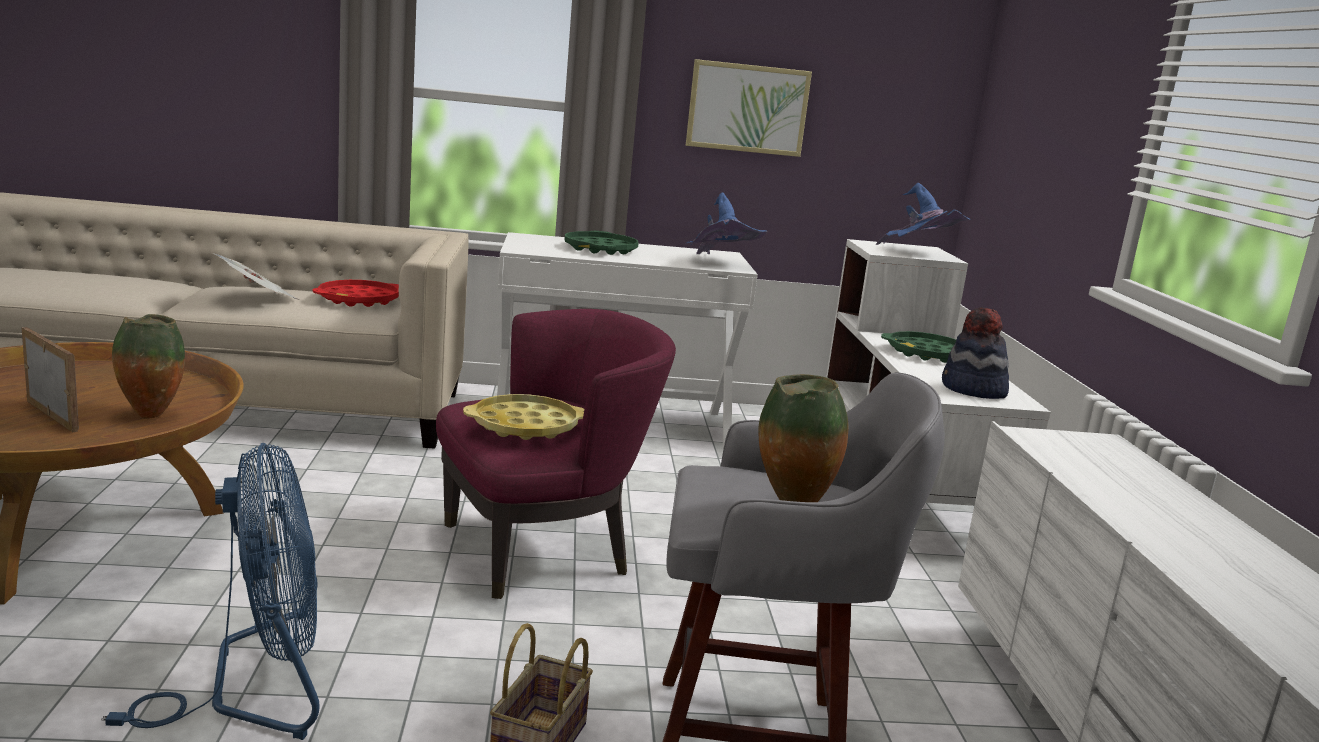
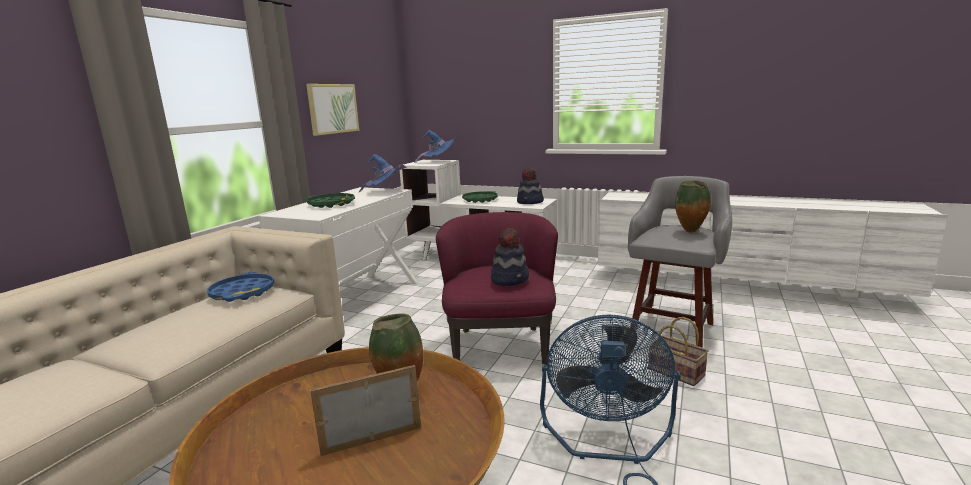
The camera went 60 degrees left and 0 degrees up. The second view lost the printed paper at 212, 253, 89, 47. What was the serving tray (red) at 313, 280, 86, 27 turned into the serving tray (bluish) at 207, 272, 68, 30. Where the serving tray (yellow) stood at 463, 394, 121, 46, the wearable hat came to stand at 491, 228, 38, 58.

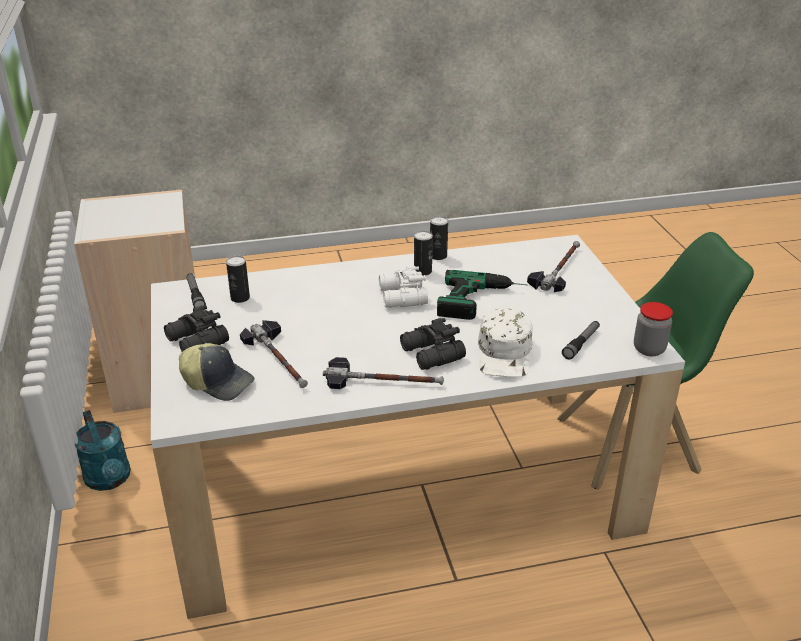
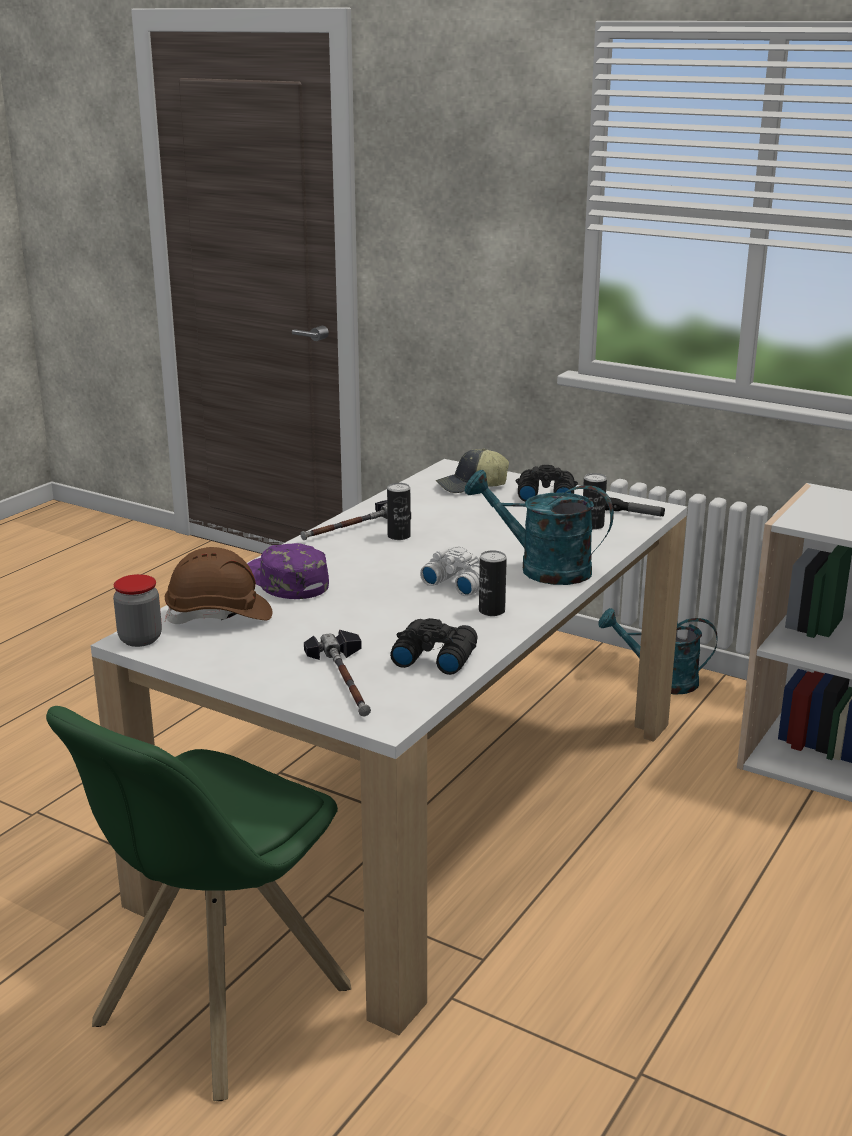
The camera went 135 degrees right and 10 degrees down. The can ended up elsewhere, having gone from 430, 216, 18, 44 to 387, 483, 24, 57. The second view lost the electric drill at 437, 270, 90, 50. What was the baseball cap (white-coloured) at 478, 308, 54, 69 turned into the baseball cap (purplish) at 247, 543, 82, 56. The pair of binoculars (black) ended up elsewhere, having gone from 400, 318, 66, 52 to 390, 618, 88, 57. The second view lost the hand hammer at 240, 320, 68, 68. Where the flashlight stood at 562, 321, 38, 39, the safety helmet (brown) came to stand at 165, 547, 107, 77. The second view gained the sprinkling can (blue-green) at 465, 470, 149, 115.

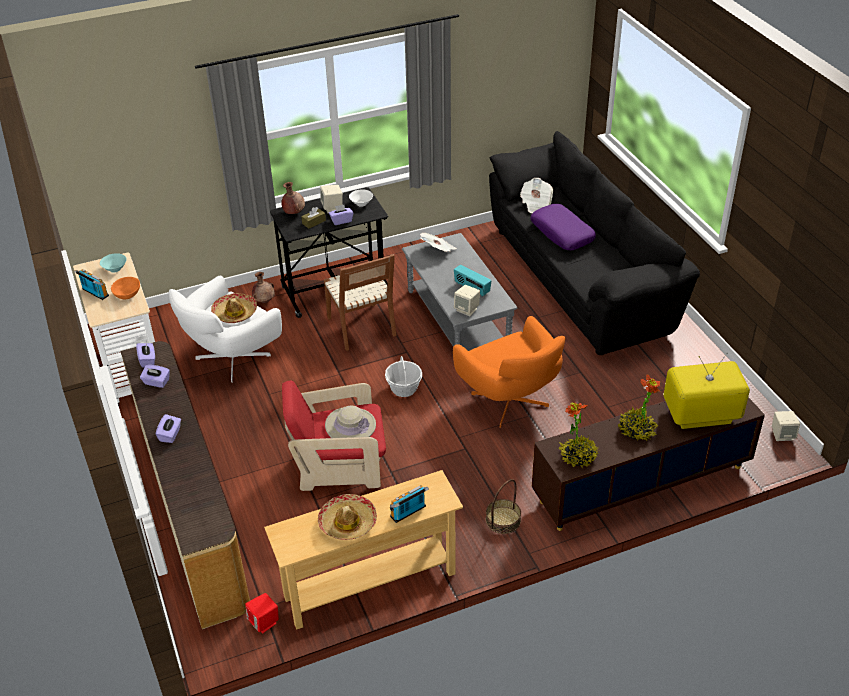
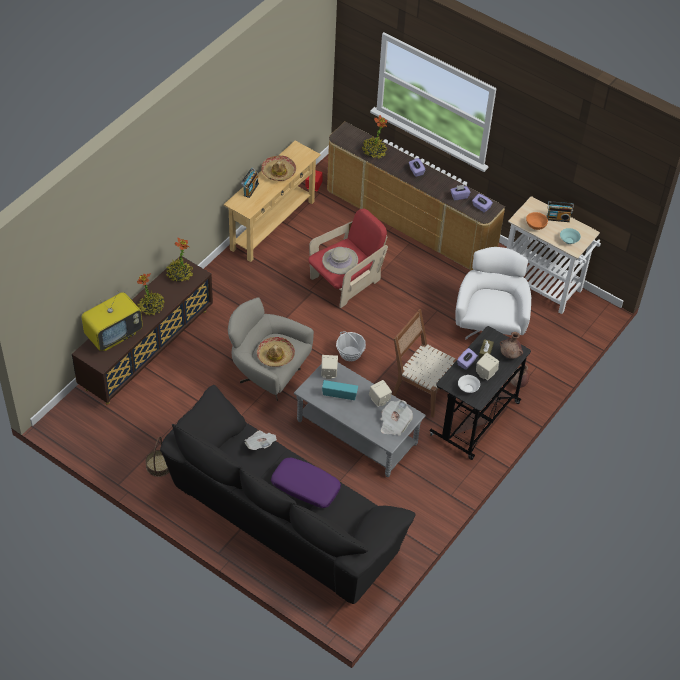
The camera went 145 degrees right and 10 degrees up. The printed paper ended up elsewhere, having gone from 520, 178, 34, 35 to 244, 430, 33, 20. The wearable hat ended up elsewhere, having gone from 211, 293, 46, 30 to 257, 337, 38, 30. What was the lounge chair (orange) at 453, 316, 113, 112 turned into the lounge chair (greyish) at 228, 297, 86, 104. The speaker (beige-coloured) ended up elsewhere, having gone from 772, 411, 28, 30 to 369, 380, 23, 27. The household basket ended up elsewhere, having gone from 486, 479, 35, 55 to 145, 437, 24, 40. The second view gained the potted plant at 362, 115, 26, 43.

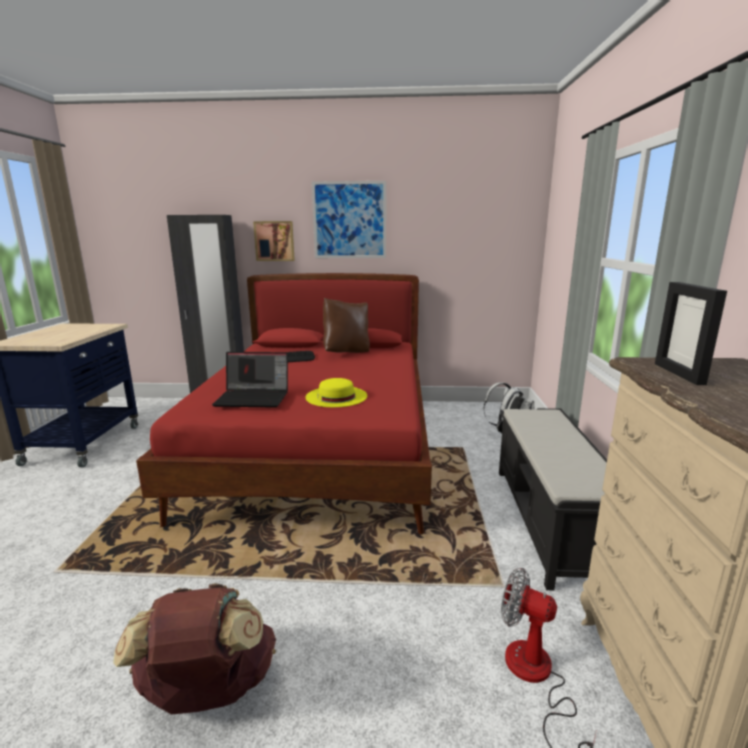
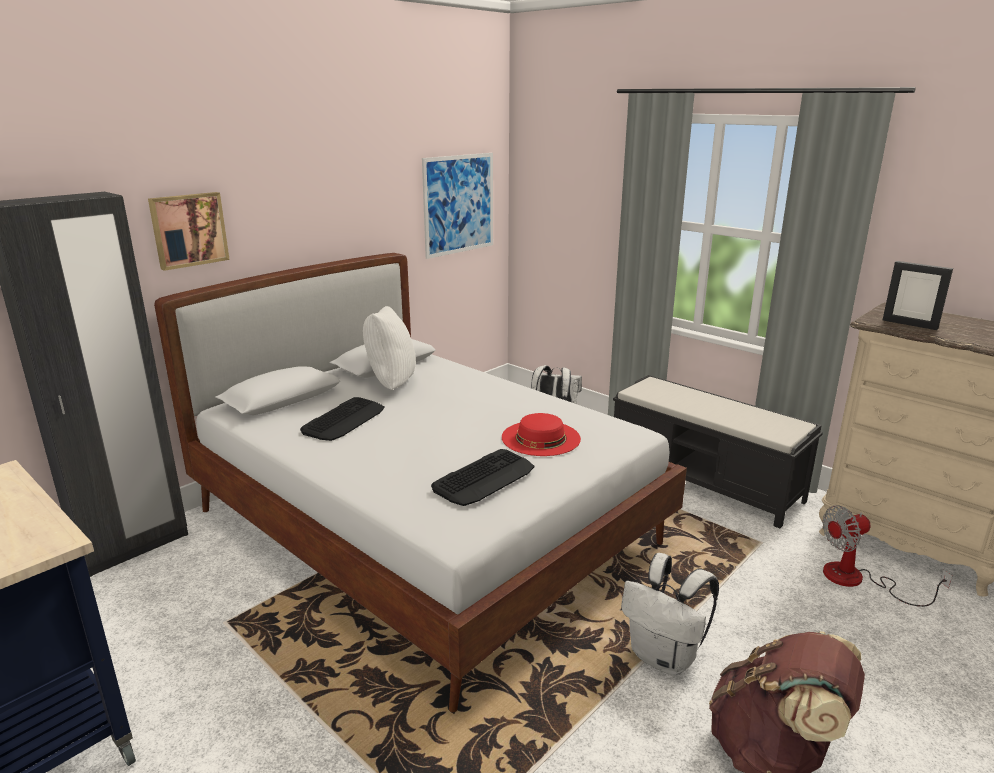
The camera went 50 degrees left and 5 degrees up. The wall picture ended up elsewhere, having gone from 312, 181, 74, 77 to 422, 153, 71, 106. What was the bed (red) at 136, 273, 296, 261 turned into the bed (white-coloured) at 154, 253, 533, 460. What was the throw pillow (brown) at 323, 298, 47, 55 turned into the throw pillow (white-coloured) at 363, 306, 53, 84. Where the laptop stood at 212, 352, 76, 56, the computer keyboard came to stand at 431, 449, 103, 57. What was the wearable hat (yellow) at 306, 378, 61, 29 turned into the wearable hat (red) at 502, 413, 79, 43. The second view gained the knapsack (white-coloured) at 621, 553, 98, 123.

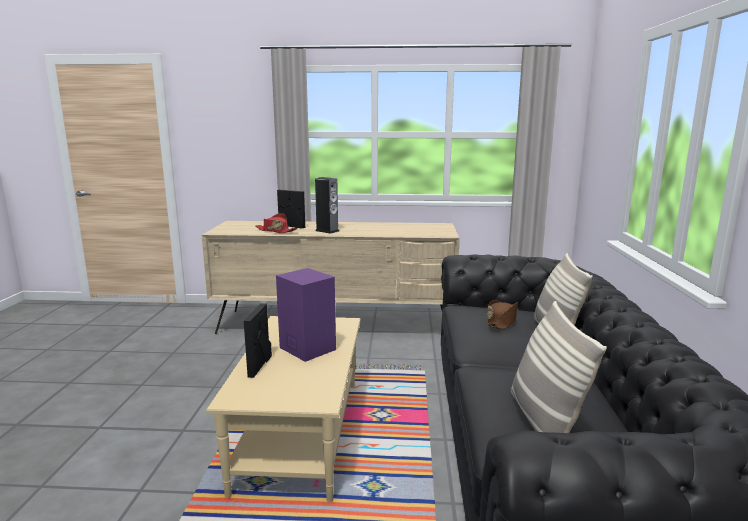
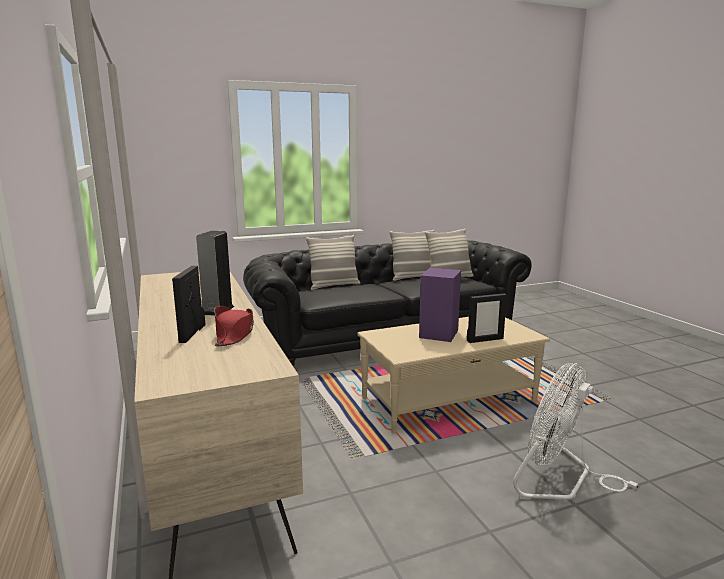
The camera went 115 degrees left and 0 degrees up. The second view lost the wearable hat (brown) at 487, 300, 31, 29. The second view gained the throw pillow at 389, 230, 45, 51. The second view gained the fan (white-coloured) at 513, 363, 127, 137.

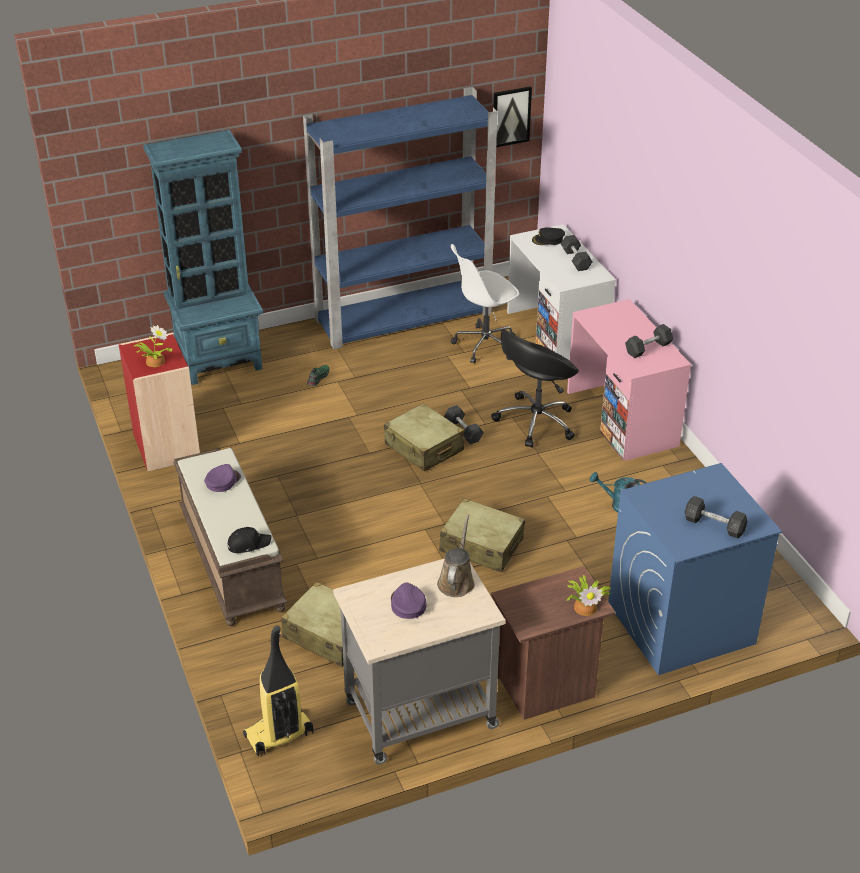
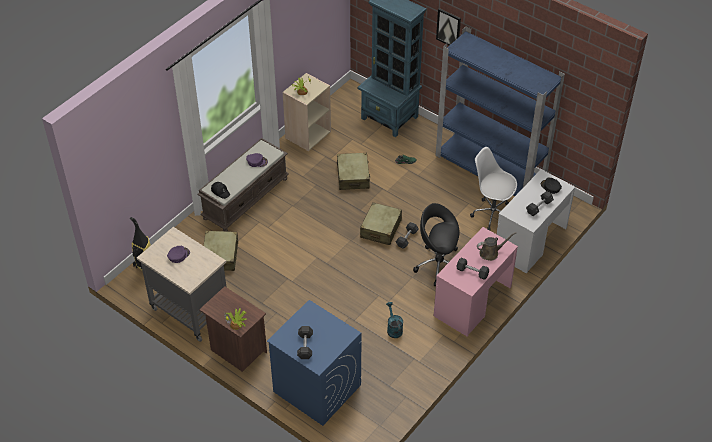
The camera went 60 degrees right and 10 degrees up. The wall picture ended up elsewhere, having gone from 493, 86, 39, 61 to 436, 8, 25, 38. What was the bookcase (red) at 119, 333, 81, 138 turned into the bookcase (beige-coloured) at 283, 73, 48, 78. The piece of luggage (beige-coloured) ended up elsewhere, having gone from 439, 498, 86, 75 to 337, 153, 33, 37. The sprinkling can (brown) ended up elsewhere, having gone from 437, 515, 38, 82 to 477, 232, 39, 29.

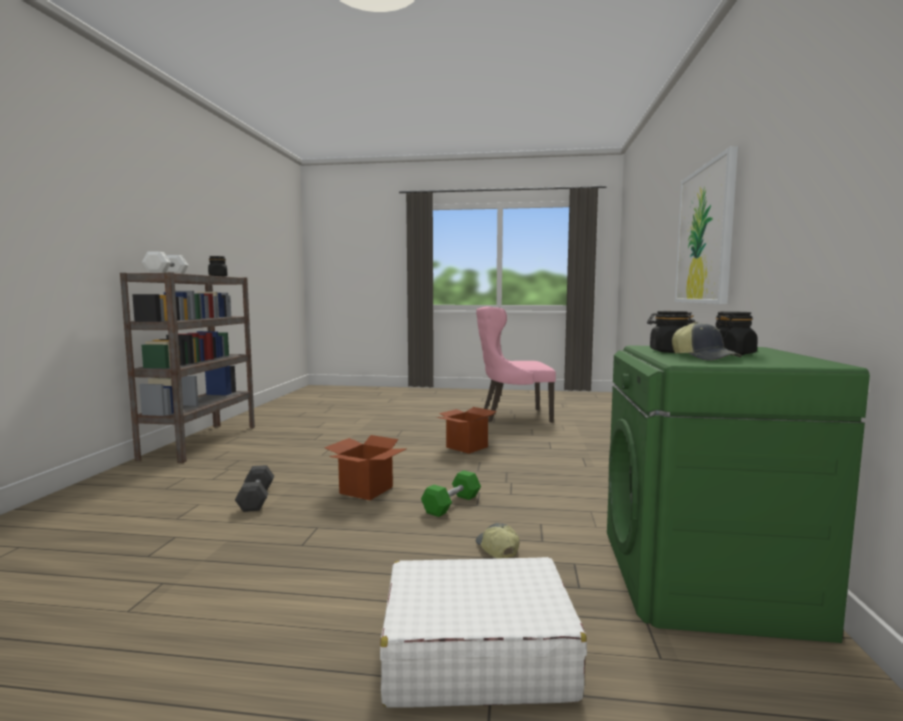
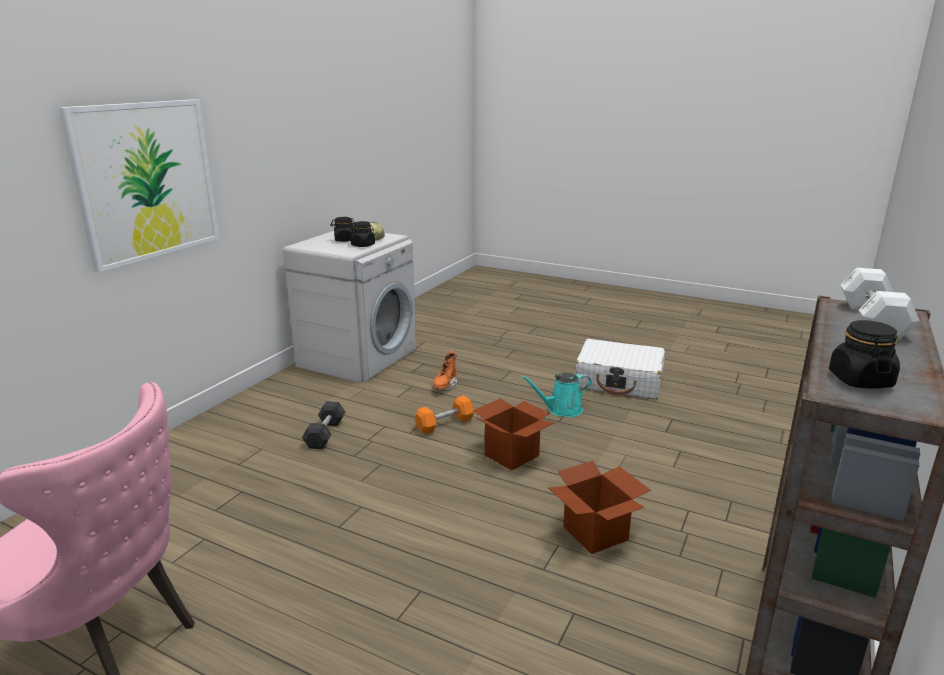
The camera went 160 degrees left and 15 degrees up. What was the laundry machine (greenish) at 607, 346, 263, 297 turned into the laundry machine (white-coloured) at 283, 231, 133, 151. The carton ended up elsewhere, having gone from 437, 407, 59, 47 to 548, 461, 102, 93. The hand weight (greyish) ended up elsewhere, having gone from 235, 465, 39, 47 to 302, 401, 44, 48. What was the hand weight (greenish) at 421, 470, 60, 47 turned into the hand weight (orange) at 415, 395, 59, 39. Where the baseball cap stood at 476, 523, 43, 36, the high-top boot (orange) came to stand at 432, 350, 25, 40. The piece of luggage (white-coloured) ended up elsewhere, having gone from 380, 557, 207, 151 to 575, 339, 90, 60. The second view gained the sprinkling can (blue-green) at 521, 372, 71, 45.

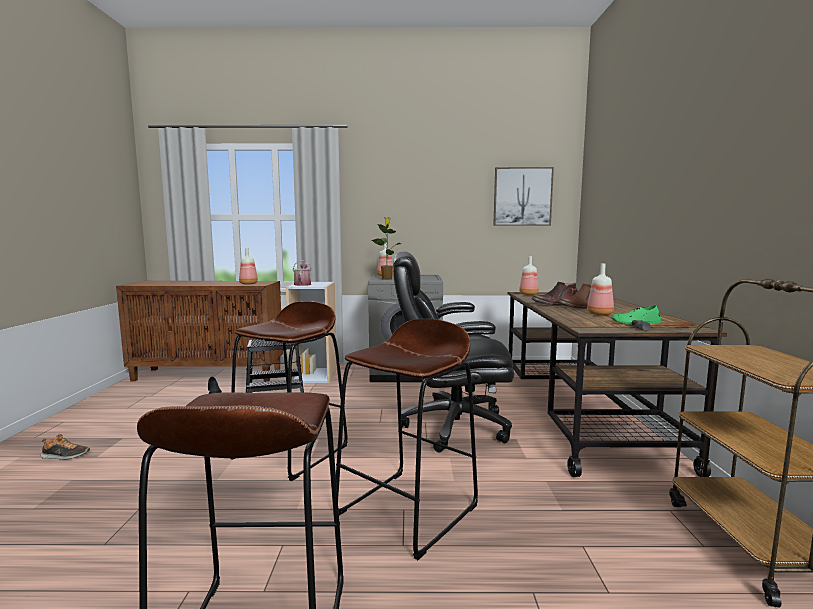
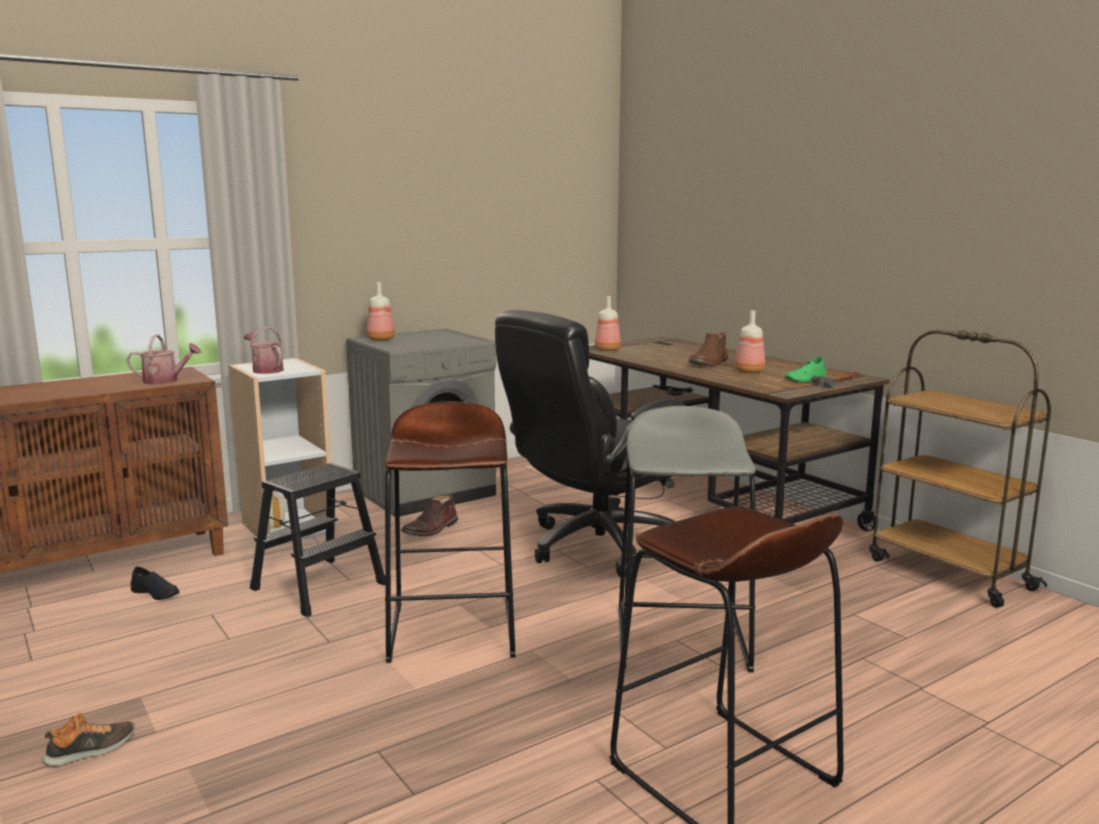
The camera went 35 degrees left and 5 degrees up. The second view lost the wall picture at 493, 167, 61, 59. The second view lost the potted plant at 372, 217, 29, 63. Where the beverage bottle stood at 239, 248, 19, 37, the sprinkling can came to stand at 126, 334, 75, 51. The high-top boot (brown) ended up elsewhere, having gone from 531, 282, 47, 24 to 401, 494, 57, 43. What was the sitting stool (brown) at 336, 319, 142, 241 turned into the sitting stool (greyish) at 619, 406, 137, 266.

